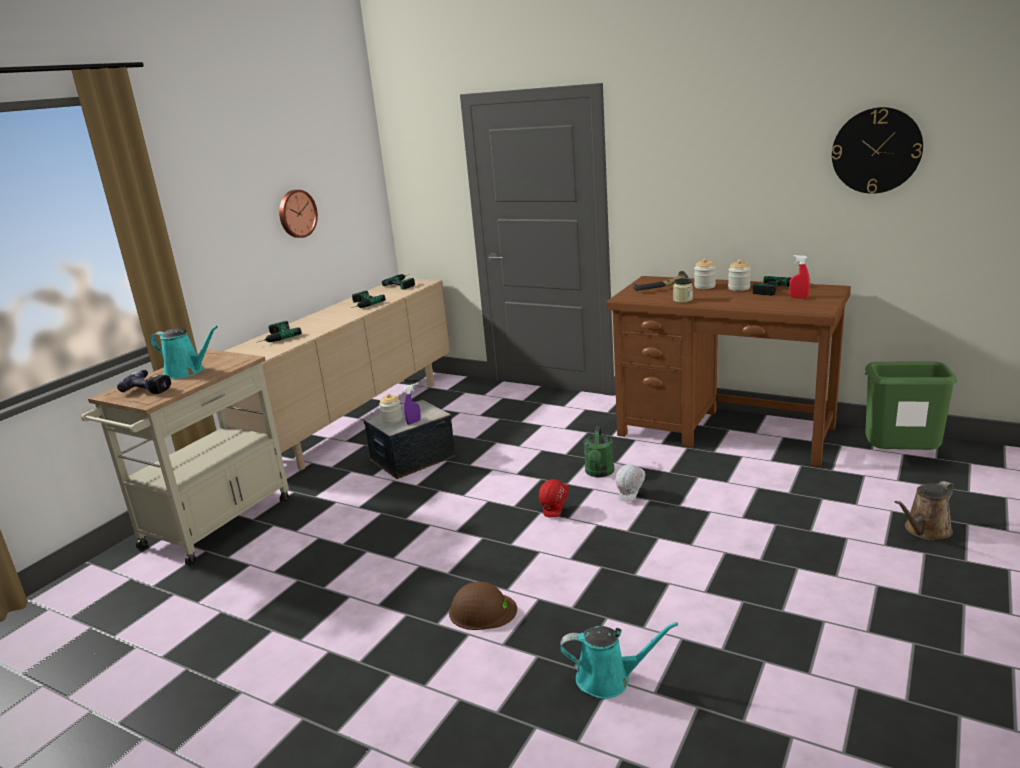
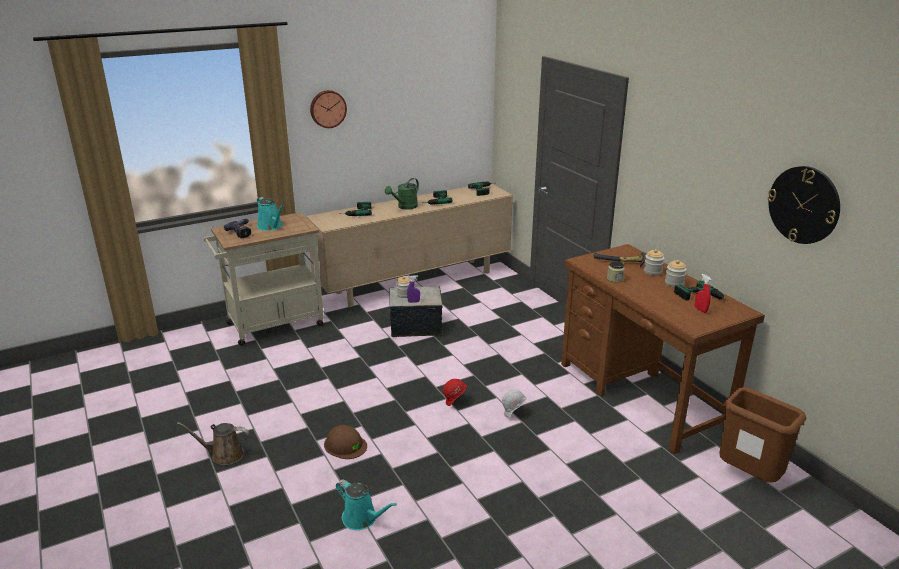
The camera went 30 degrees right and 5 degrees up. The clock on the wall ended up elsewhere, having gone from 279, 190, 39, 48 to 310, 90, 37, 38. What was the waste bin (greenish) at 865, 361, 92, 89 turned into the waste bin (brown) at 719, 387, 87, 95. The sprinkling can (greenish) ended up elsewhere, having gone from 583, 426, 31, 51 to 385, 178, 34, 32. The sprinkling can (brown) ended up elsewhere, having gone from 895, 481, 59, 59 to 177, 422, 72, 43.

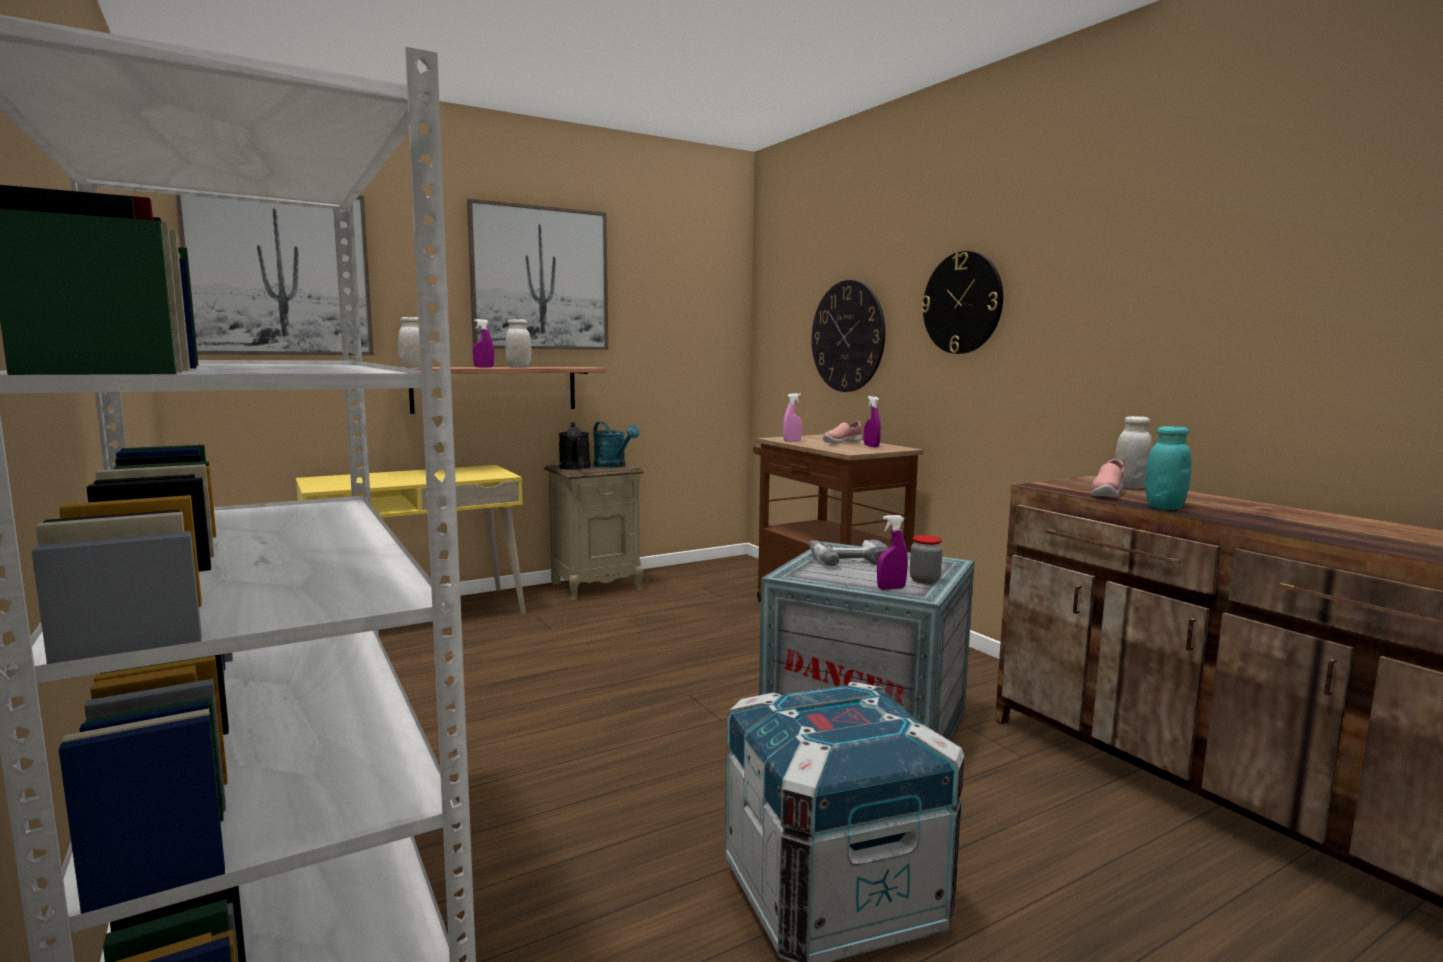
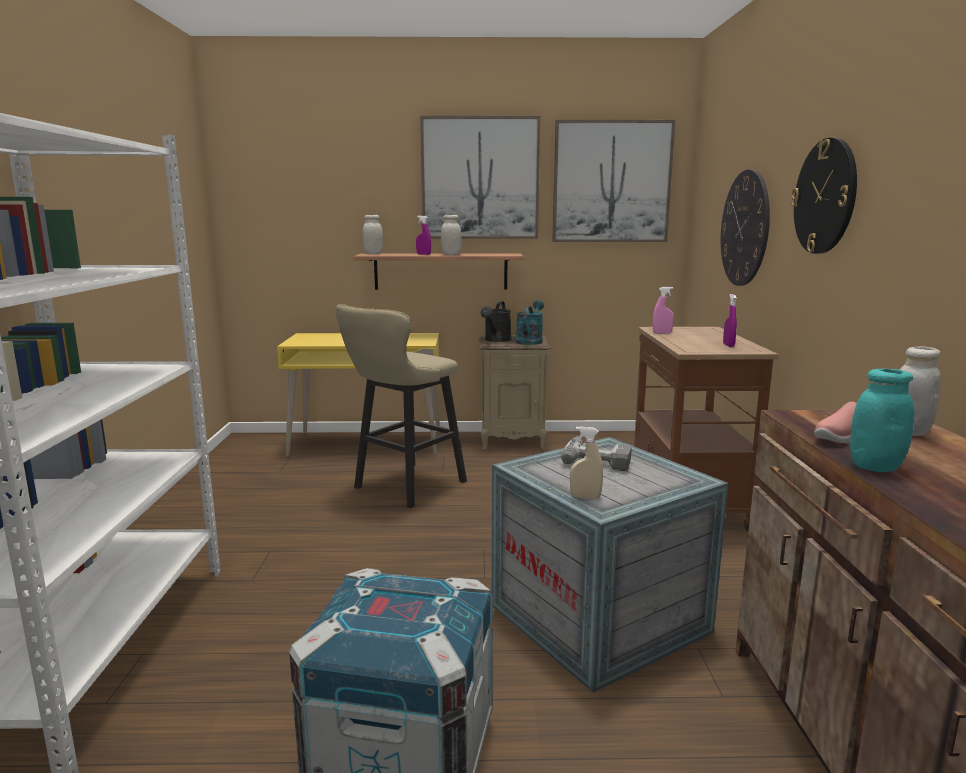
The camera went 30 degrees right and 5 degrees up. The wall picture ended up elsewhere, having gone from 176, 195, 198, 160 to 552, 120, 123, 122. The second view lost the shoe (pink) at 823, 421, 39, 22. The sprinkling can (blue-green) at 593, 422, 47, 46 ended up facing another way, 150 degrees counterclockwise from before. What was the hand sprayer (purplish) at 877, 515, 31, 75 turned into the hand sprayer (beige-coloured) at 570, 426, 33, 73. The second view lost the storage jar at 910, 535, 32, 49. The second view gained the sitting stool (beige-coloured) at 336, 304, 131, 204.

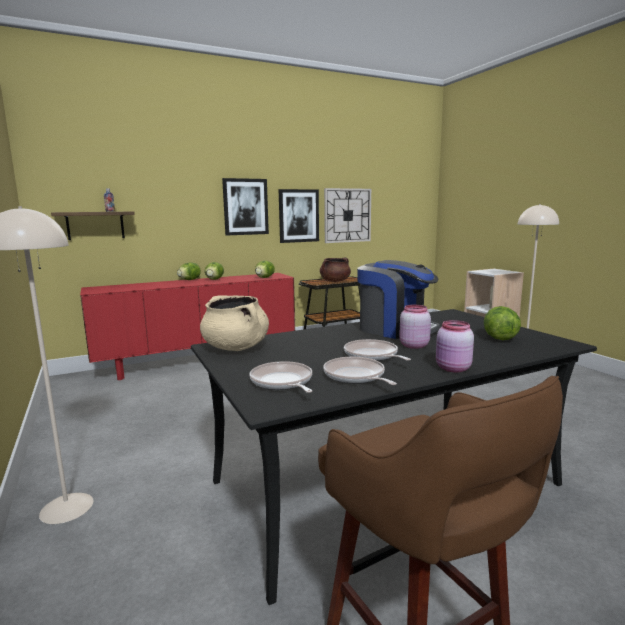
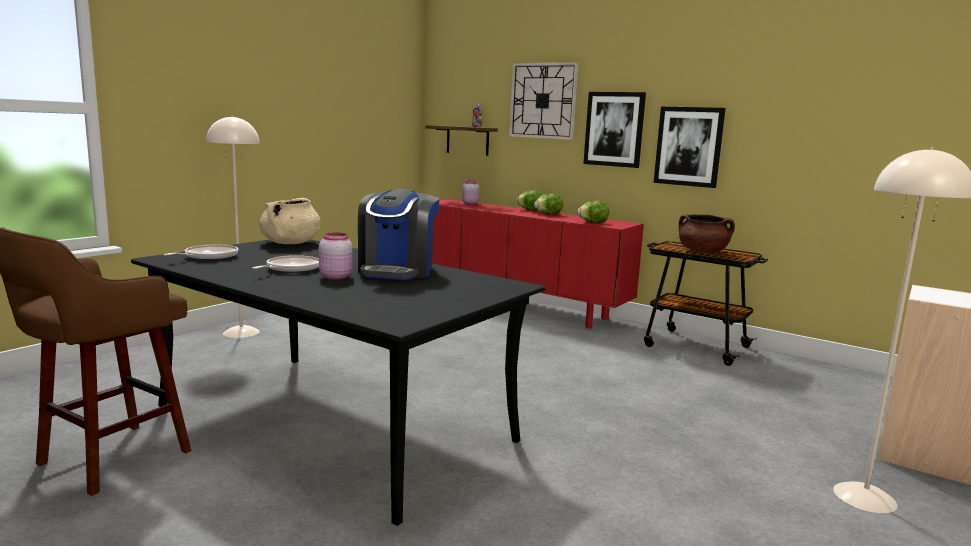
The camera went 60 degrees right and 0 degrees up. The clock on the wall ended up elsewhere, having gone from 324, 188, 47, 55 to 509, 62, 70, 78. The second view lost the lettuce at 484, 306, 37, 34. The storage jar (pink) ended up elsewhere, having gone from 436, 320, 38, 53 to 462, 181, 18, 23. The second view lost the pan at 323, 357, 74, 28.

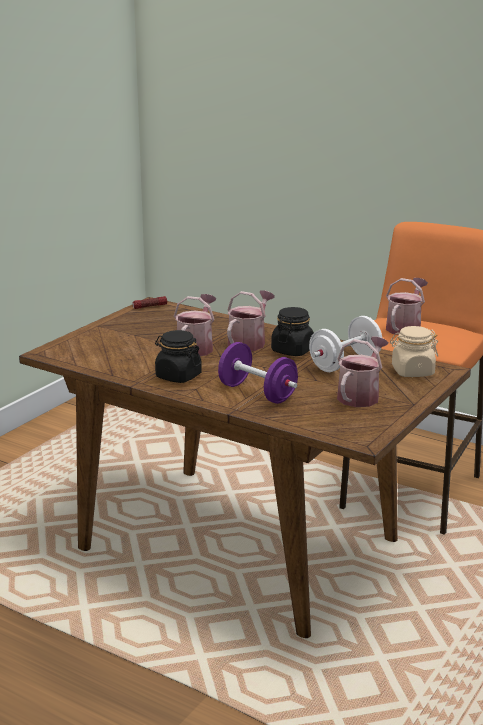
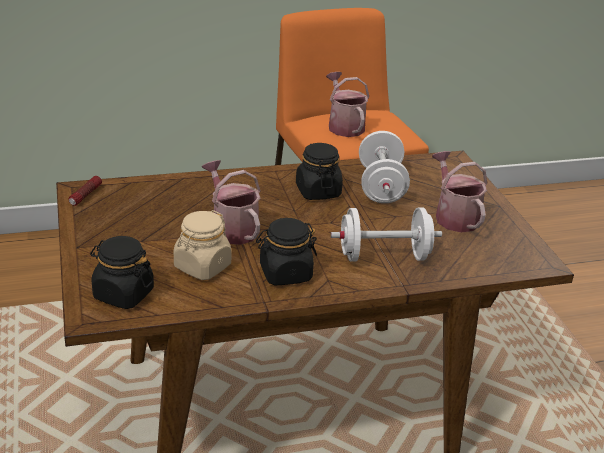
The camera went 50 degrees left and 10 degrees up. The second view lost the sprinkling can at 227, 290, 48, 61. The storage jar (beige-coloured) ended up elsewhere, having gone from 390, 326, 48, 51 to 174, 210, 58, 70. What was the hand weight (purplish) at 218, 342, 80, 62 turned into the hand weight (white-coloured) at 331, 208, 111, 54. The second view gained the storage jar (black) at 90, 236, 64, 73.

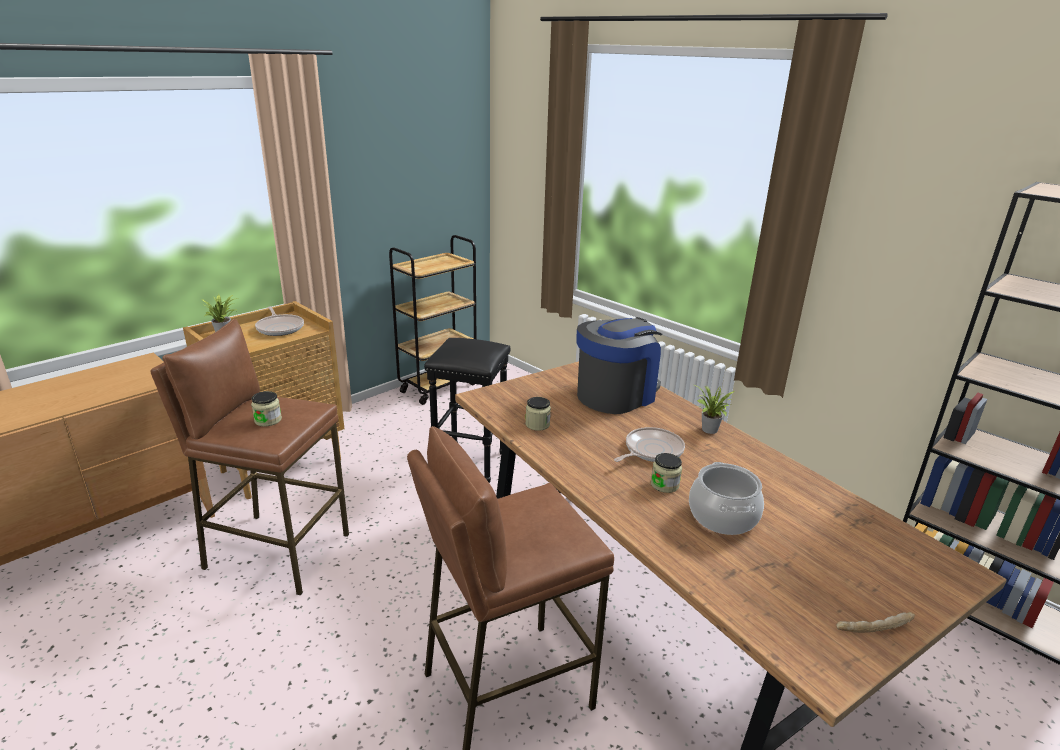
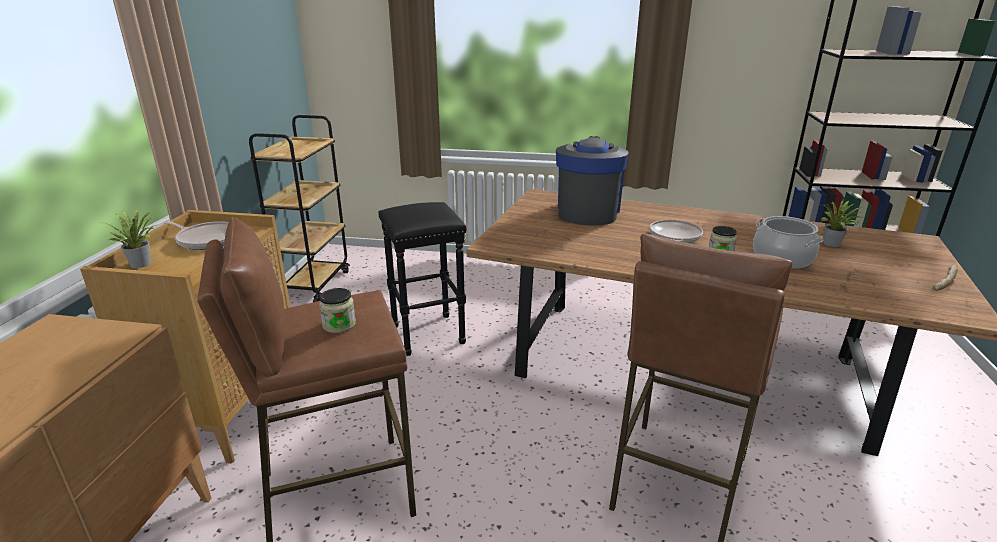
The camera went 35 degrees left and 0 degrees up. The potted plant ended up elsewhere, having gone from 695, 385, 40, 49 to 822, 200, 42, 47. The second view lost the storage jar at 525, 397, 26, 34.

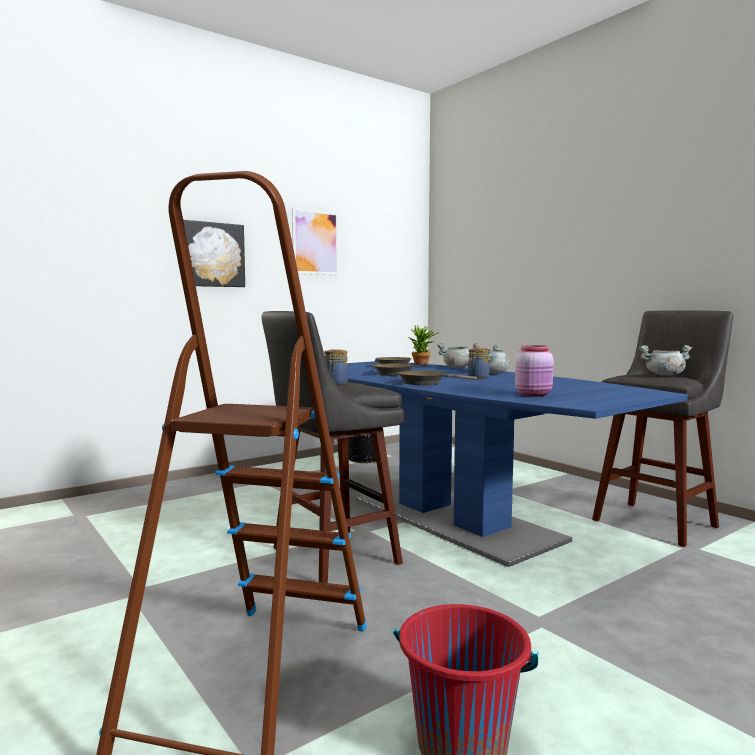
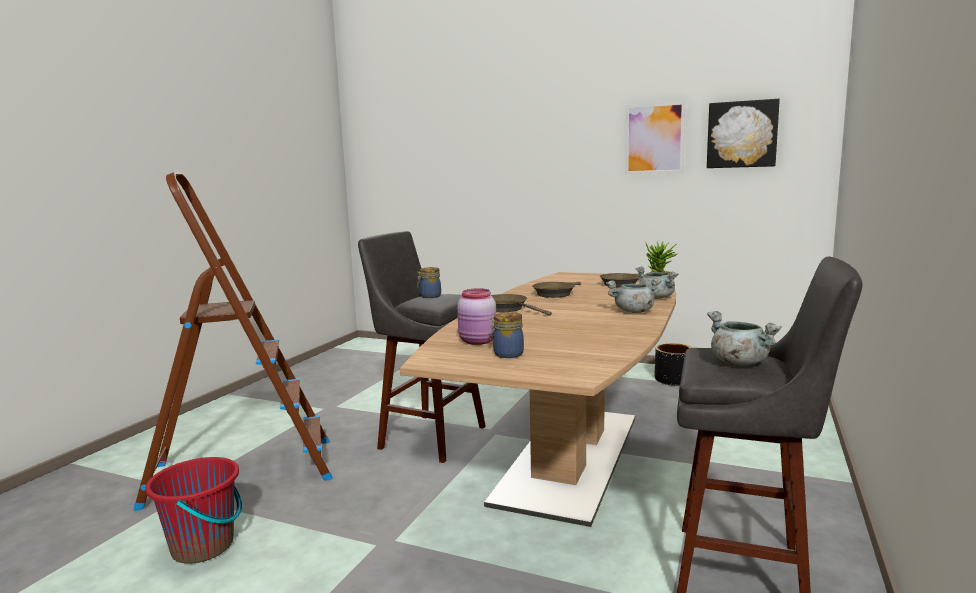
The camera went 60 degrees right and 5 degrees up. The wall picture ended up elsewhere, having gone from 183, 220, 62, 67 to 707, 99, 73, 69. The storage jar ended up elsewhere, having gone from 468, 348, 21, 31 to 490, 312, 34, 46. What was the kitchen table (bluish) at 347, 361, 341, 206 turned into the kitchen table (brown) at 400, 272, 276, 255.

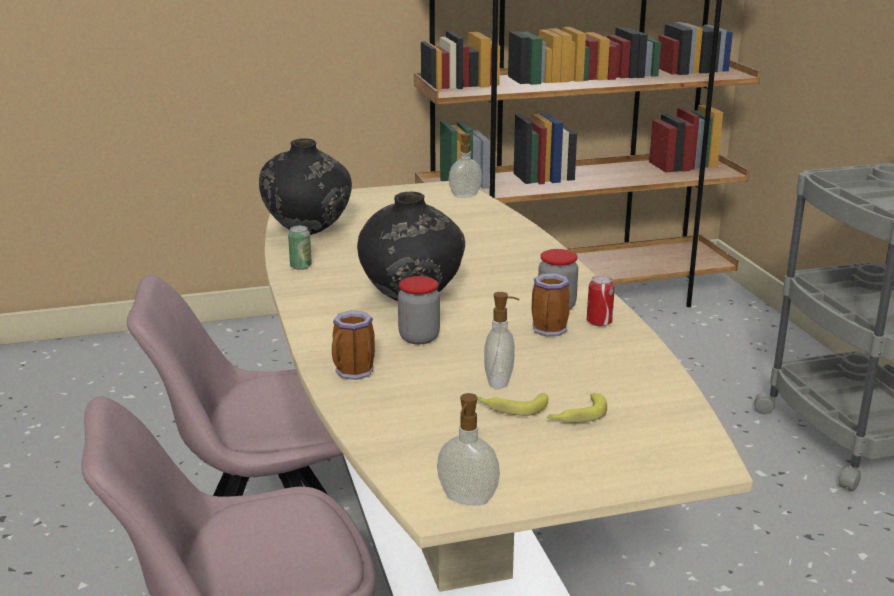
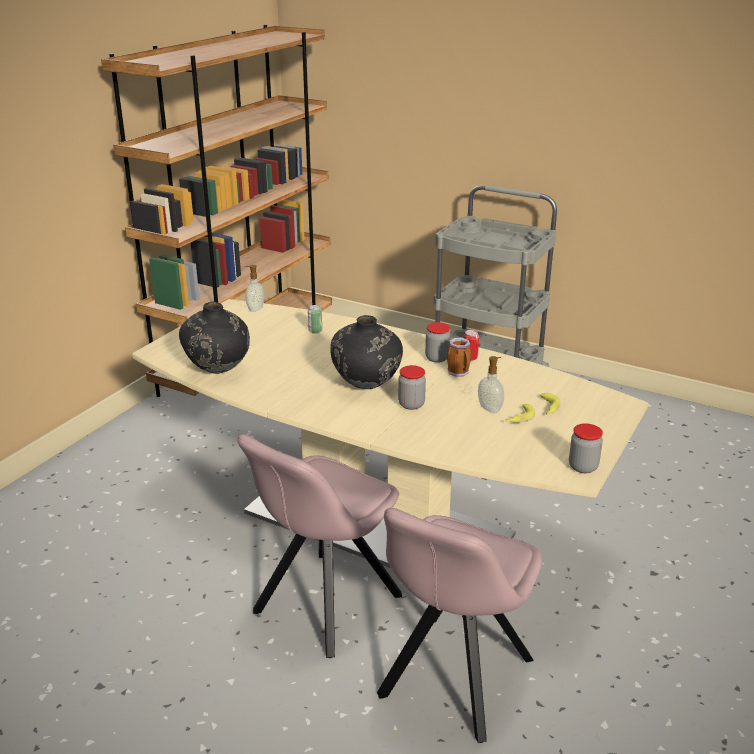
The camera went 45 degrees left and 5 degrees up. The can ended up elsewhere, having gone from 288, 226, 24, 44 to 308, 305, 14, 29. The second view lost the mug at 332, 310, 43, 70. Where the soap dispenser stood at 437, 393, 63, 113, the storage jar came to stand at 569, 423, 34, 50.

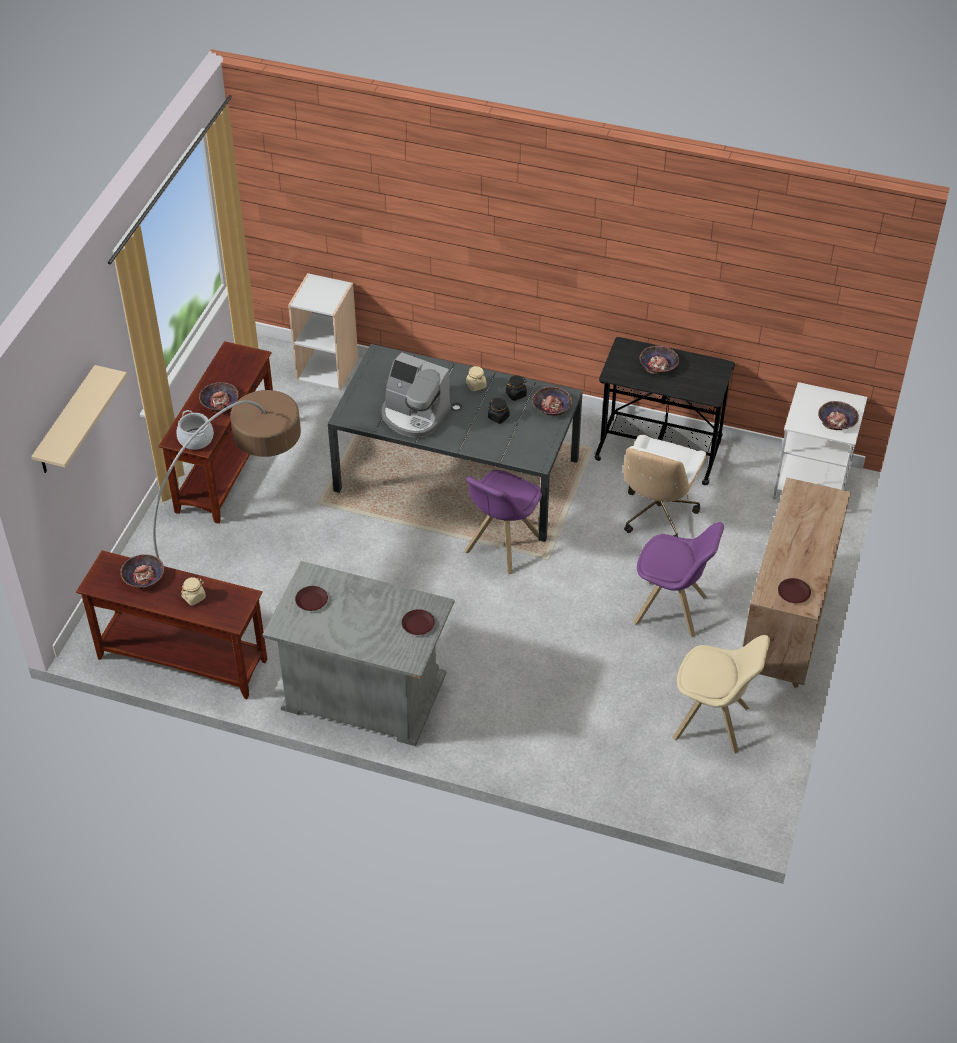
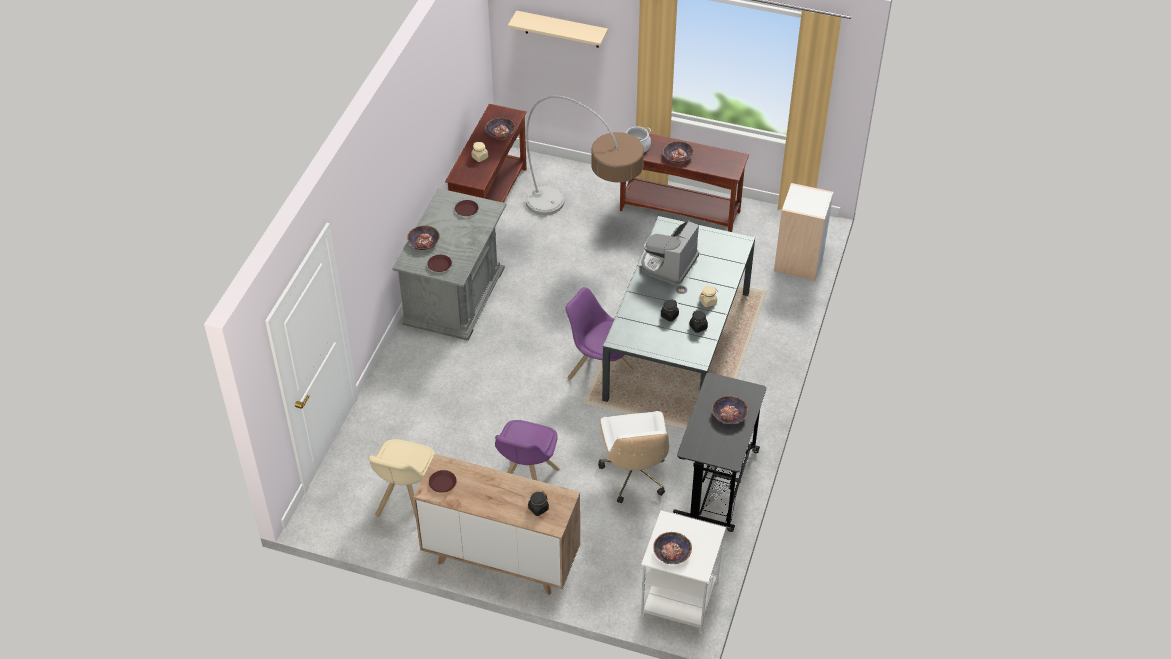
The camera went 90 degrees right and 0 degrees up. The bowl ended up elsewhere, having gone from 532, 386, 40, 30 to 407, 225, 33, 25. The computer chair (white-coloured) at 624, 435, 82, 102 ended up facing another way, 120 degrees counterclockwise from before. The second view gained the storage jar (black) at 528, 492, 21, 24.

